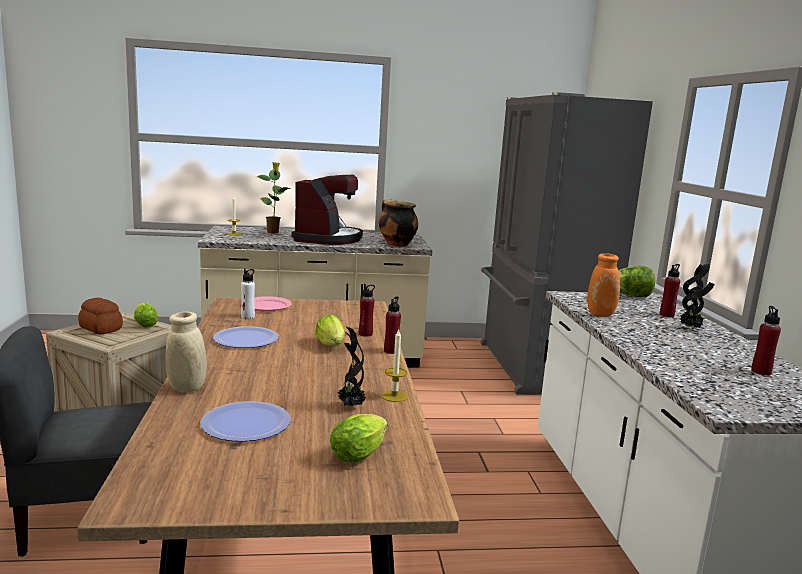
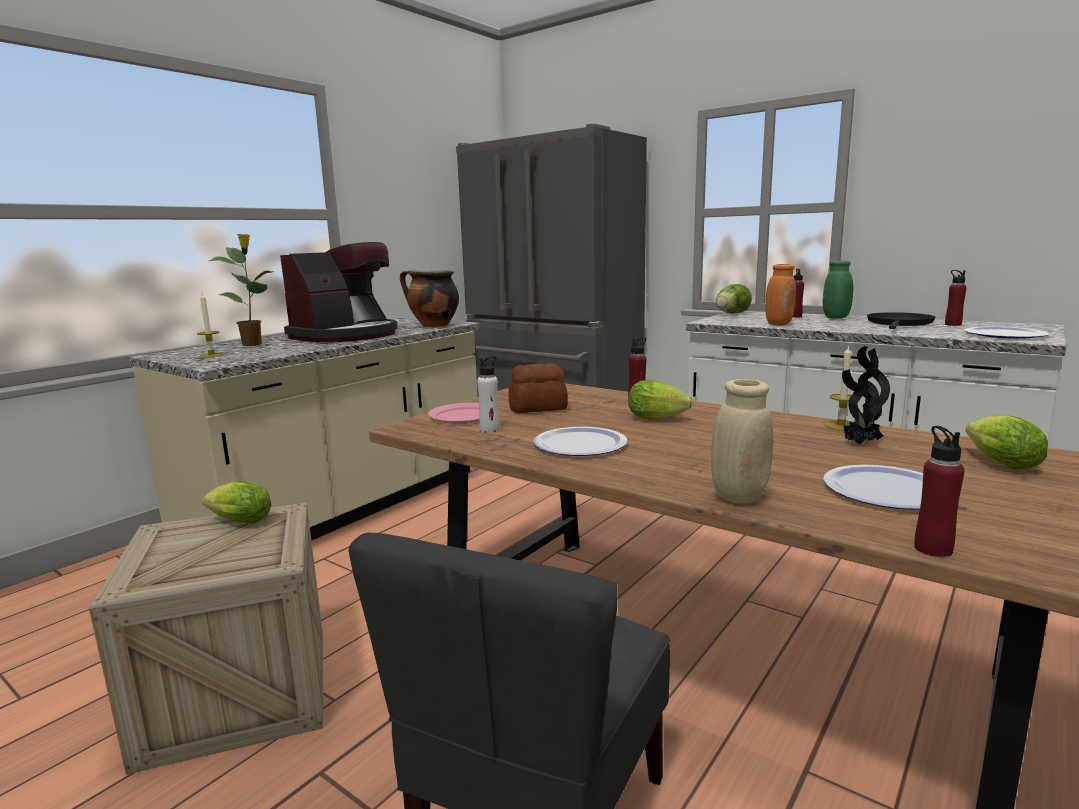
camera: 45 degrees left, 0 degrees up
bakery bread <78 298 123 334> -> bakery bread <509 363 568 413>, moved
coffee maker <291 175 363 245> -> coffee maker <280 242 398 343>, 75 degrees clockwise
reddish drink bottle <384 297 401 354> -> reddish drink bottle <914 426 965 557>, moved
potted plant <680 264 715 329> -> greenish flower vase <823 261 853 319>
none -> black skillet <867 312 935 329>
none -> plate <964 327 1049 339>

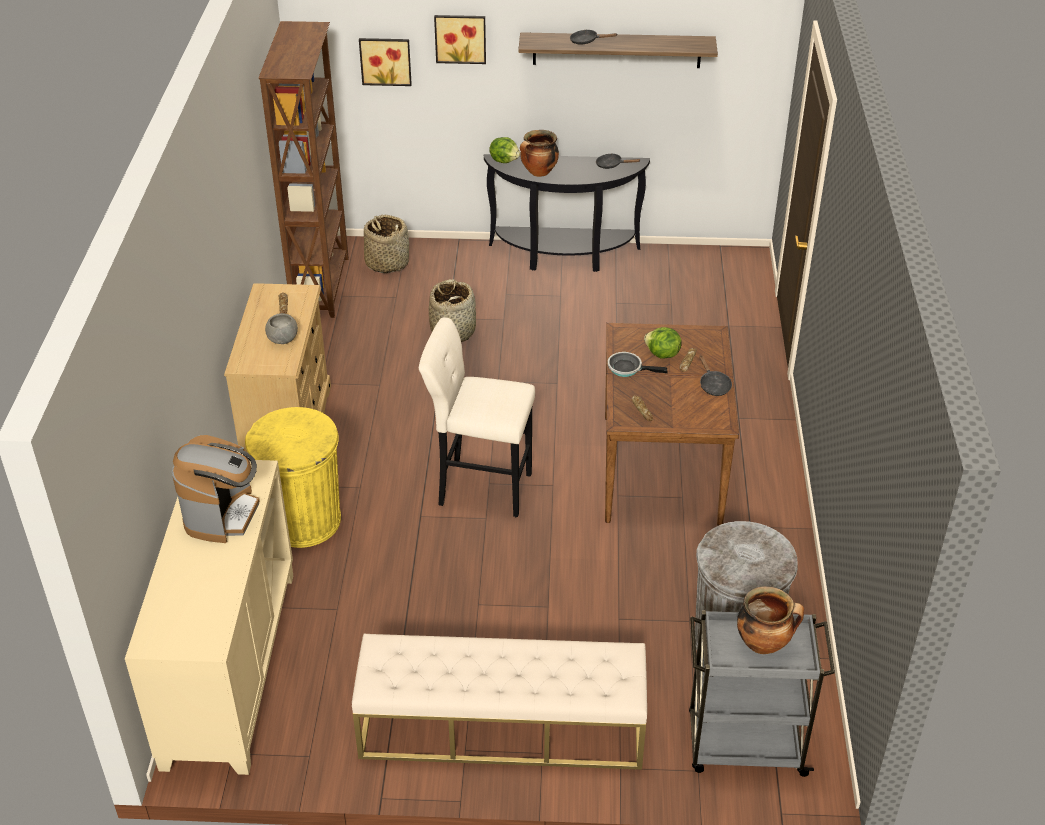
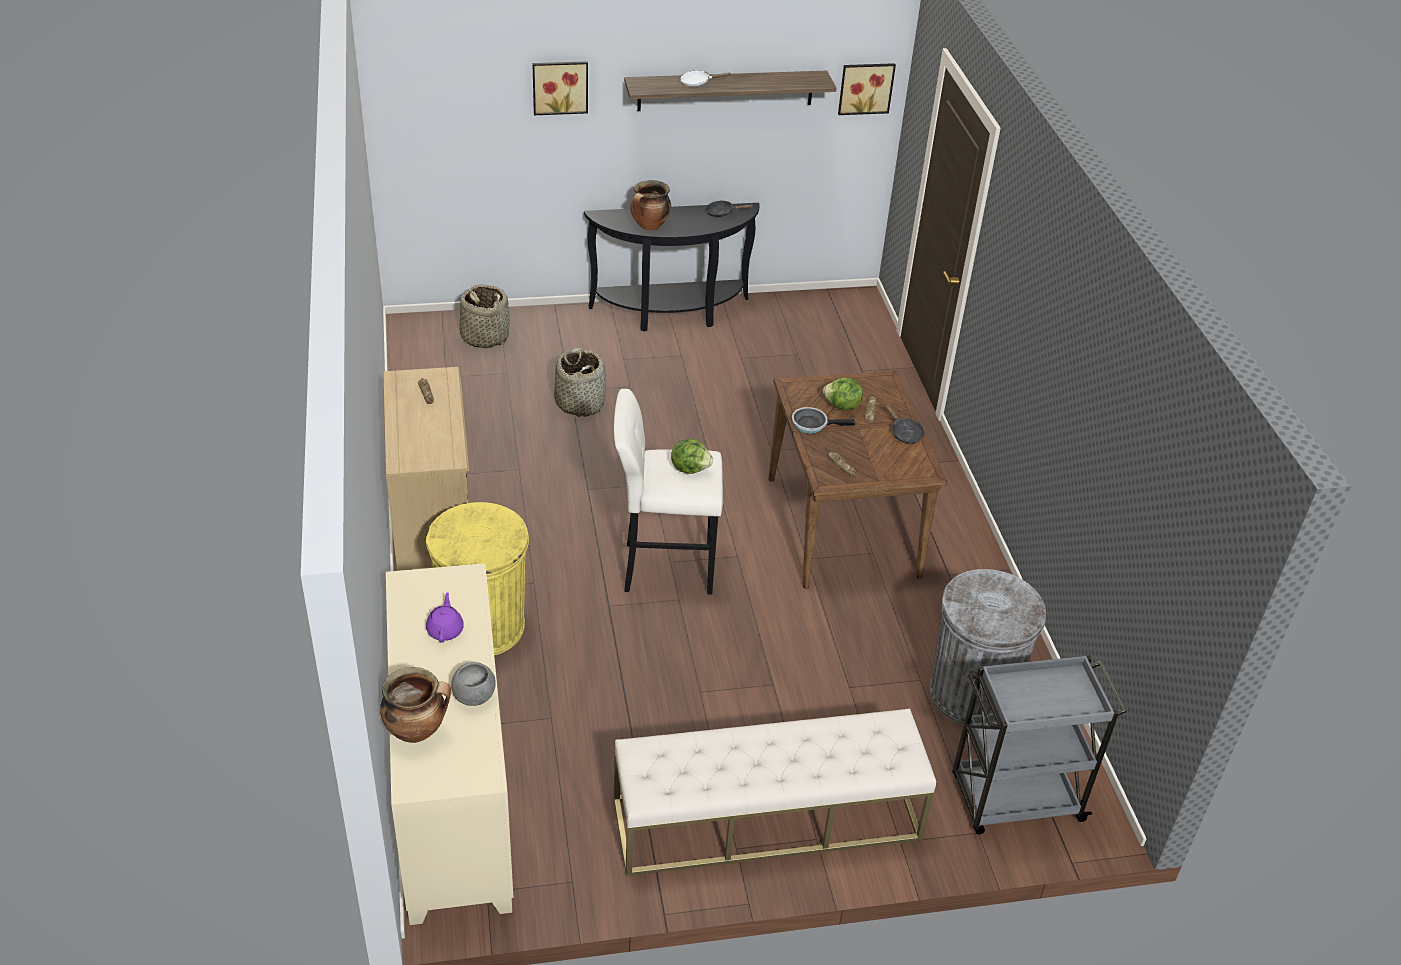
camera: 15 degrees left, 0 degrees up
coffee maker <172 435 260 543> -> purple-coloured teapot <426 592 464 643>
brown-coloured bookcase <259 21 349 318> -> none
grey bowl <265 313 298 344> -> grey bowl <451 662 496 706>, moved
picture <359 38 412 86> -> picture <838 63 896 115>, moved
head of lettuce <489 137 520 163> -> head of lettuce <671 439 713 474>, moved
black skillet <570 30 618 45> -> whitish skillet <680 70 732 87>
cooking pot <737 586 804 654> -> cooking pot <380 667 451 743>, moved

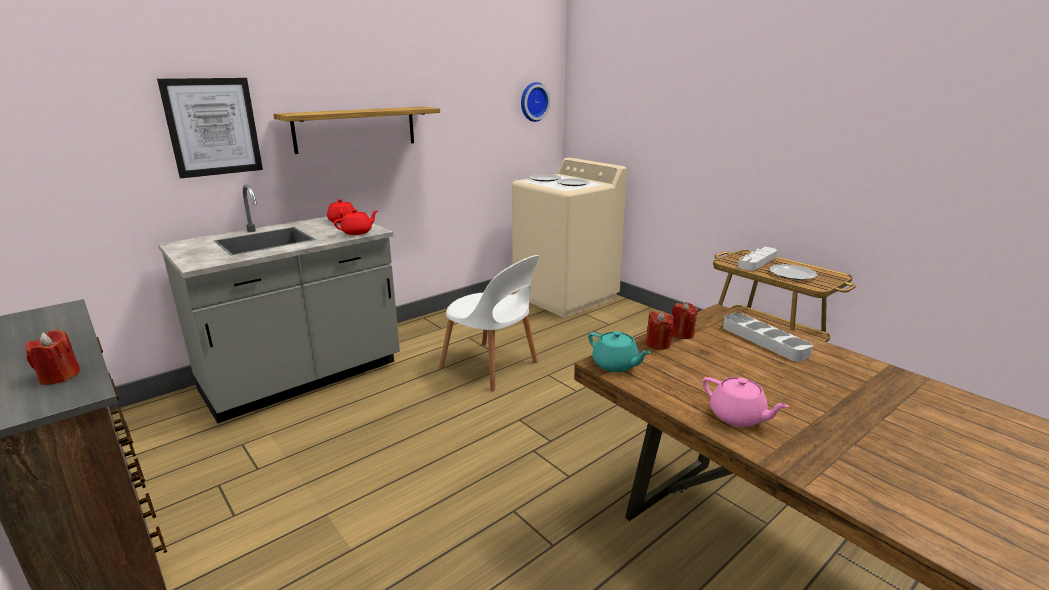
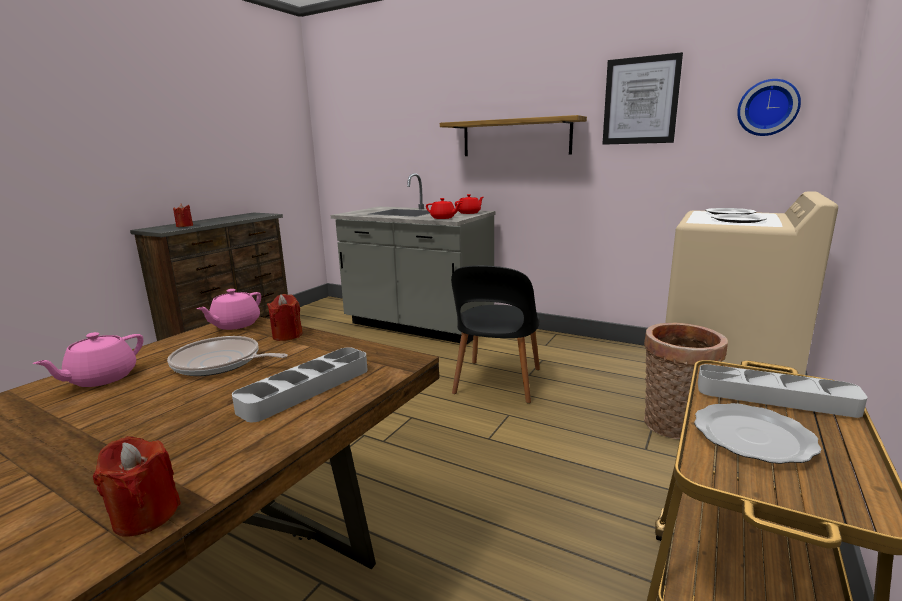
camera: 70 degrees right, 5 degrees down
picture <157 78 263 178> -> picture <603 52 683 145>, moved
whitish upright chair <439 255 540 391> -> black upright chair <451 265 540 403>
blue-green teapot <588 331 651 372> -> pink-coloured teapot <196 289 261 330>
reddish wax candle <672 302 698 339> -> reddish wax candle <93 436 181 537>, moved
none -> skillet <167 336 288 376>
none -> household basket <644 323 728 439>

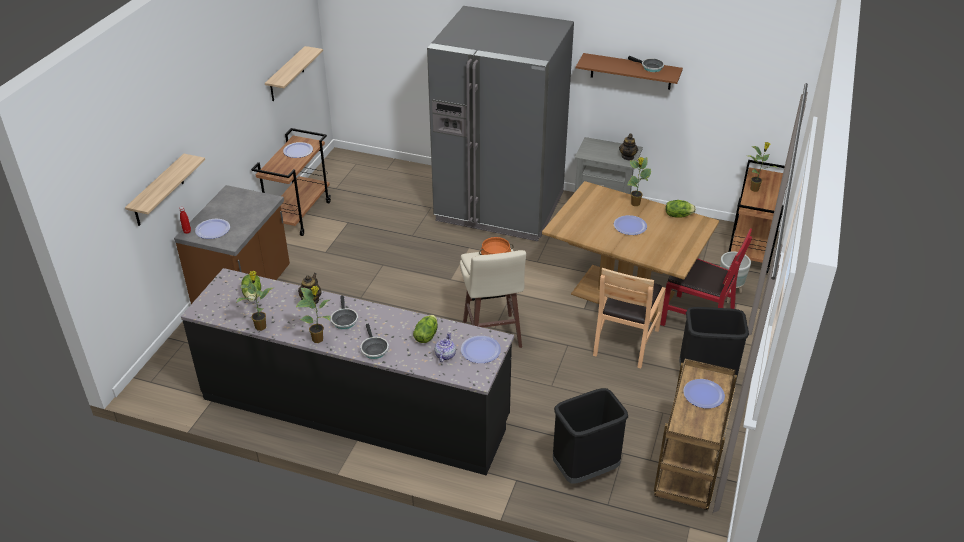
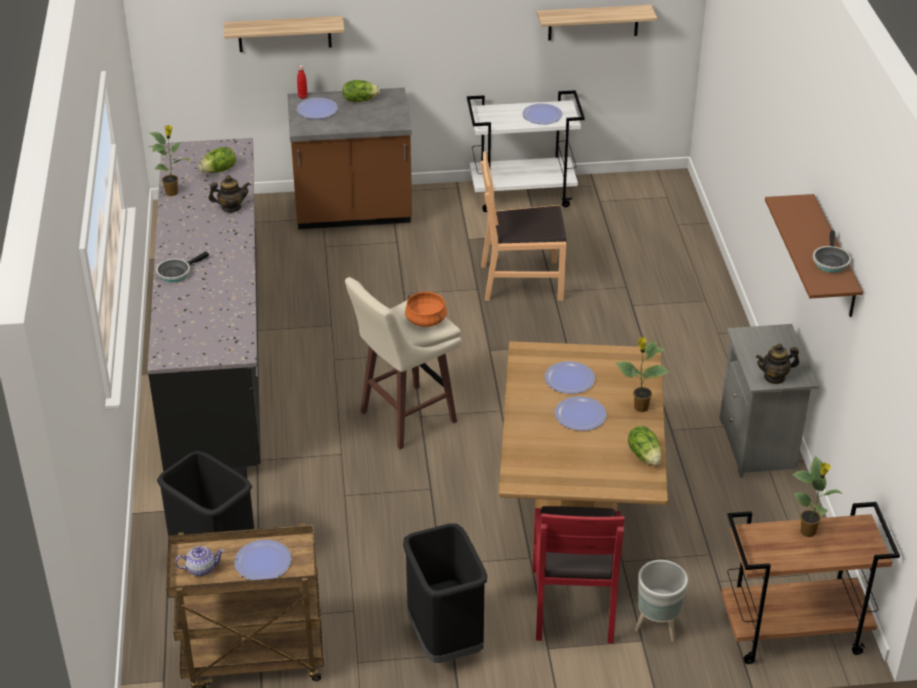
camera: 65 degrees right, 0 degrees up
brown-coloured cart <251 128 331 236> -> whitish cart <467 90 585 212>
potted plant <296 286 331 343> -> none
skillet <330 295 358 329> -> none
head of lettuce <413 315 438 343> -> head of lettuce <342 80 380 102>, moved
grey refrigerator <427 6 574 241> -> none
teapot <434 333 456 362> -> teapot <175 546 225 576>, moved
plate <461 336 501 363> -> plate <545 361 595 394>, moved
brown-coloured upright chair <593 268 666 369> -> brown-coloured upright chair <481 151 566 301>, moved

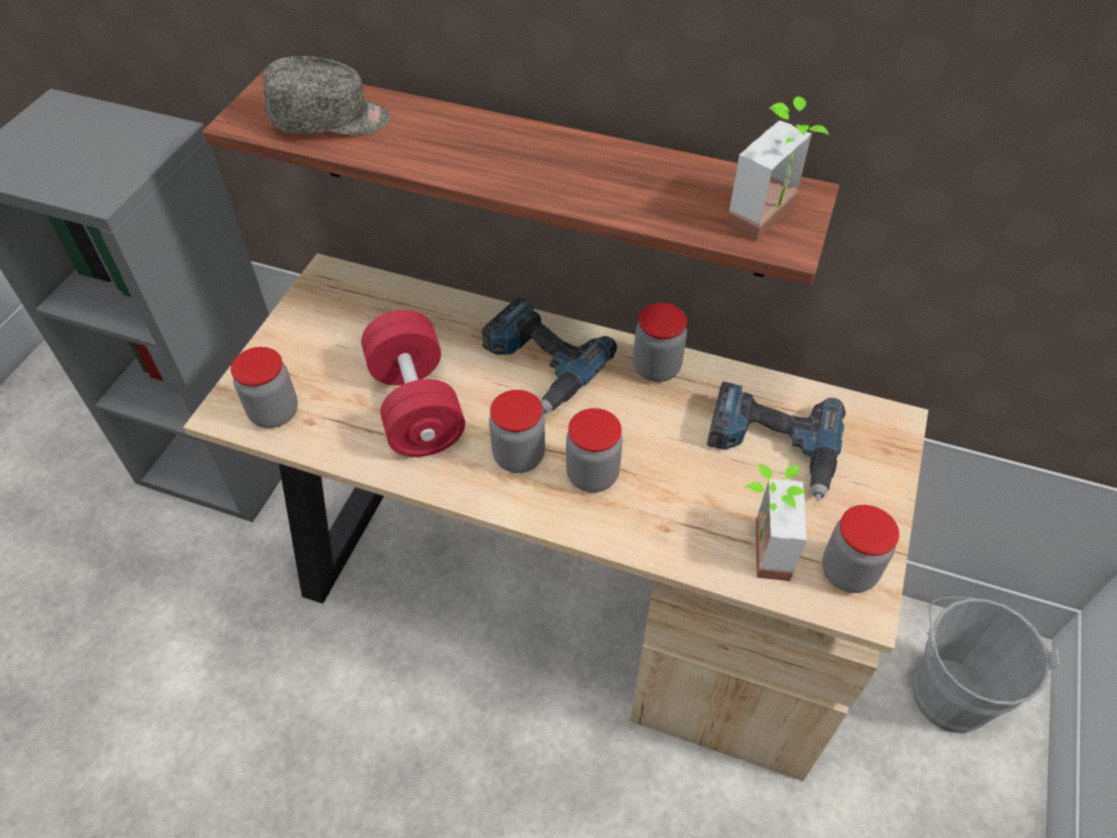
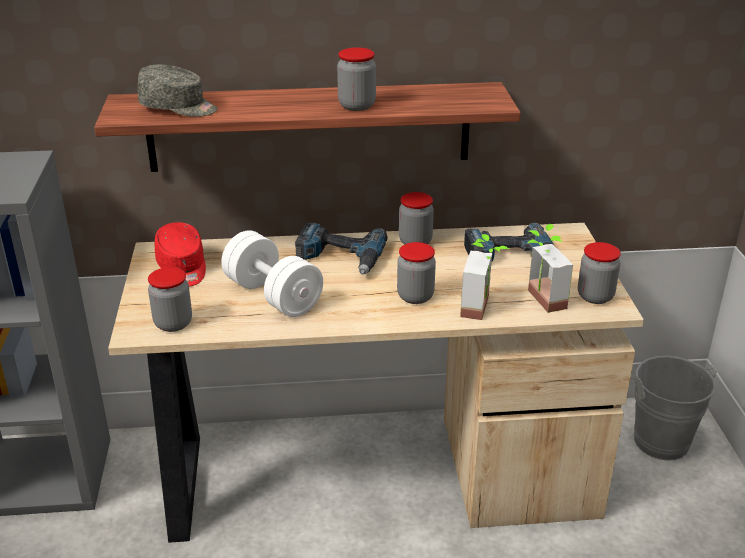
camera: 25 degrees left, 20 degrees down
grey baseball cap <263 56 390 135> -> grey baseball cap <138 64 218 117>, 45 degrees clockwise
reddish free weight <361 310 465 457> -> whitish free weight <221 231 323 317>
storage jar <489 390 545 473> -> storage jar <337 47 376 111>, moved
potted plant <726 96 829 241> -> potted plant <460 234 509 320>, moved
none -> reddish baseball cap <155 222 206 287>

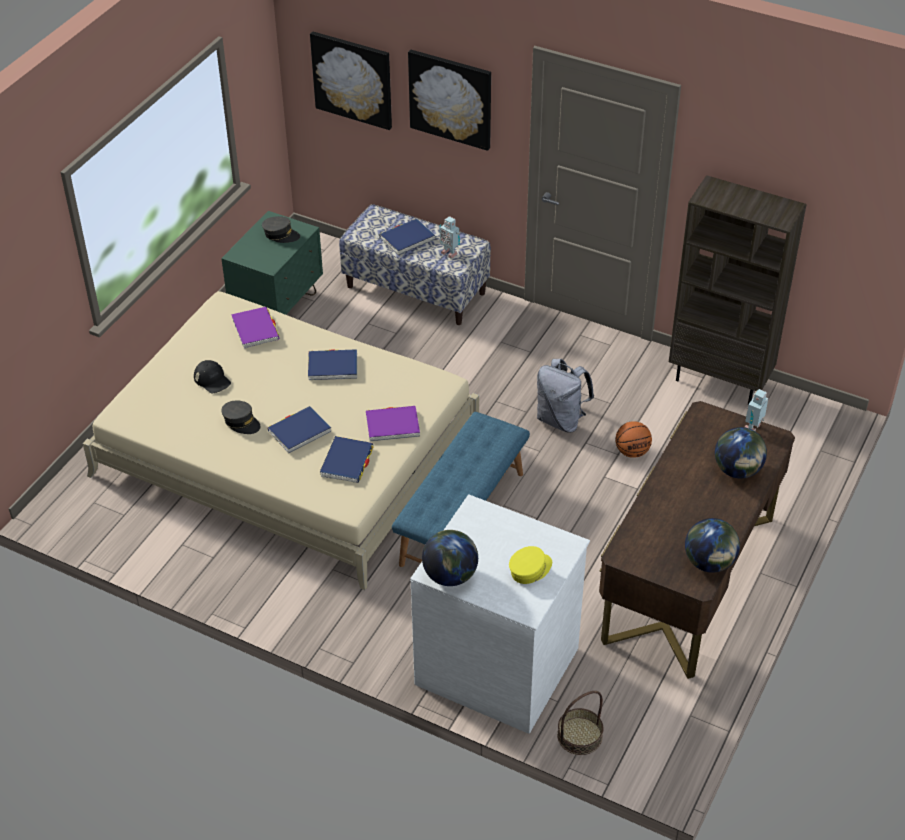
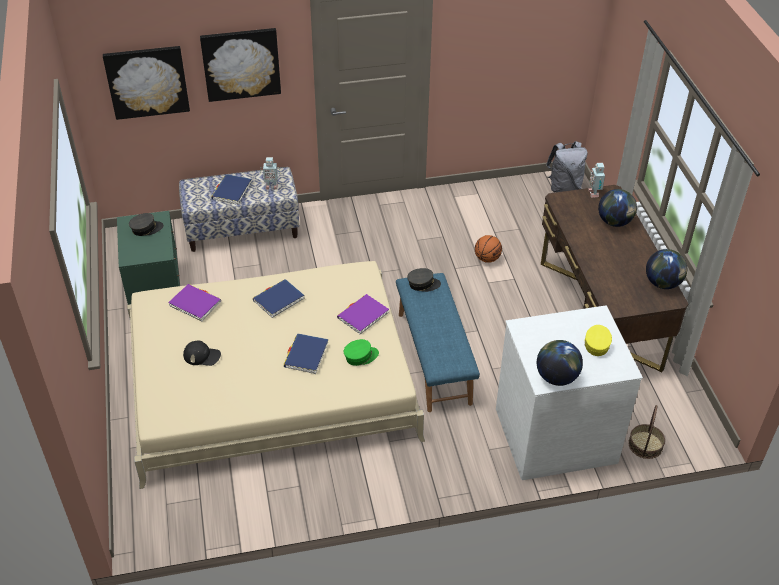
camera: 40 degrees left, 0 degrees up
grey baseball cap <221 401 261 434> -> grey baseball cap <407 268 441 292>, moved
bluish book <320 436 374 483> -> greenish baseball cap <344 339 379 366>
grey rucksack <537 359 594 433> -> grey rucksack <546 141 588 192>, moved
brown-coloured bookcase <669 175 807 404> -> none

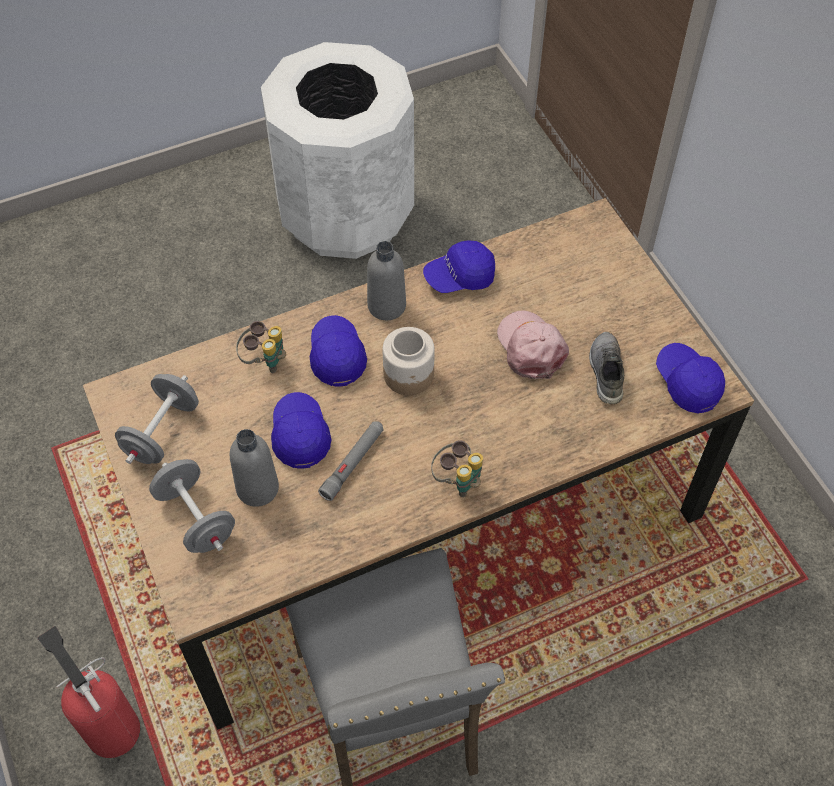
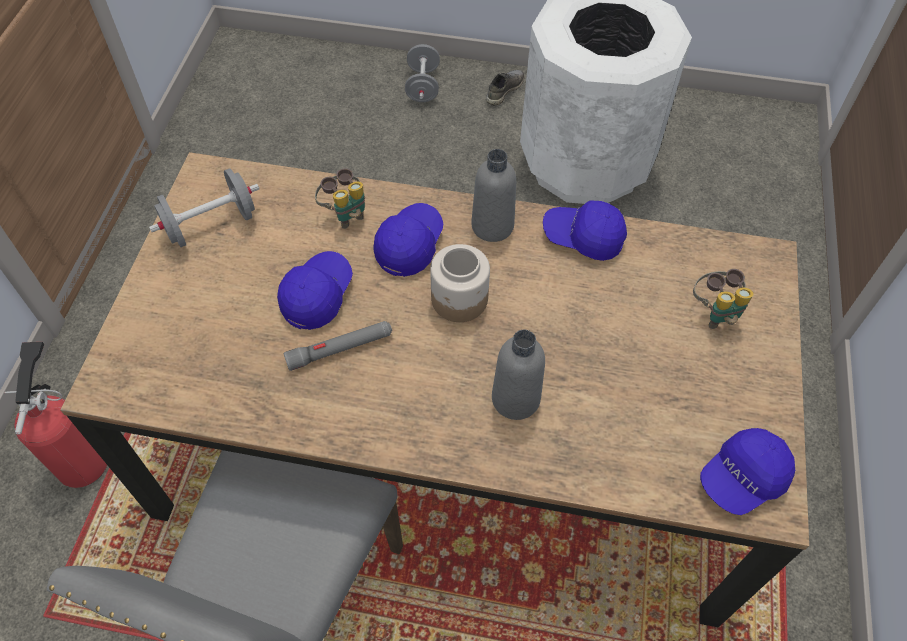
camera: 35 degrees right, 0 degrees up
grey free weight <149 459 235 553> -> grey free weight <405 44 440 102>, moved
grey drink bottle <230 429 279 507> -> grey drink bottle <492 330 545 420>, moved
field glasses <431 440 483 497> -> field glasses <693 269 754 329>, moved
pink-coloured baseball cap <497 310 569 379> -> none
grey low shoe <589 332 624 404> -> grey low shoe <486 70 525 105>, moved
bluish baseball cap <656 343 725 414> -> bluish baseball cap <700 428 795 515>, 135 degrees counterclockwise

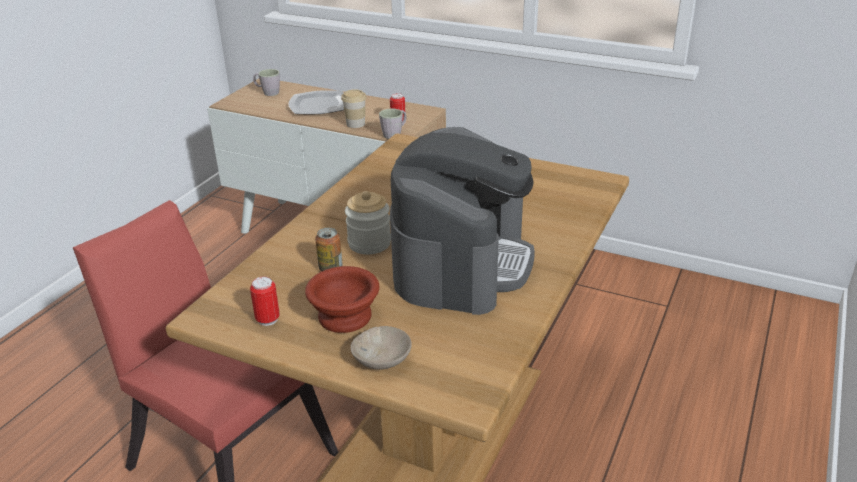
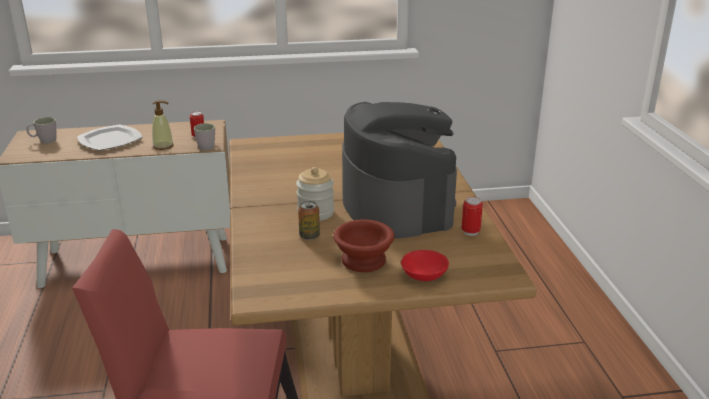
camera: 35 degrees left, 5 degrees down
can <250 277 280 326> -> can <462 197 483 236>, moved
small cup <341 89 366 128> -> liquid soap bottle <152 100 174 150>
beige-coloured bowl <351 326 412 370> -> reddish bowl <401 250 449 281>

